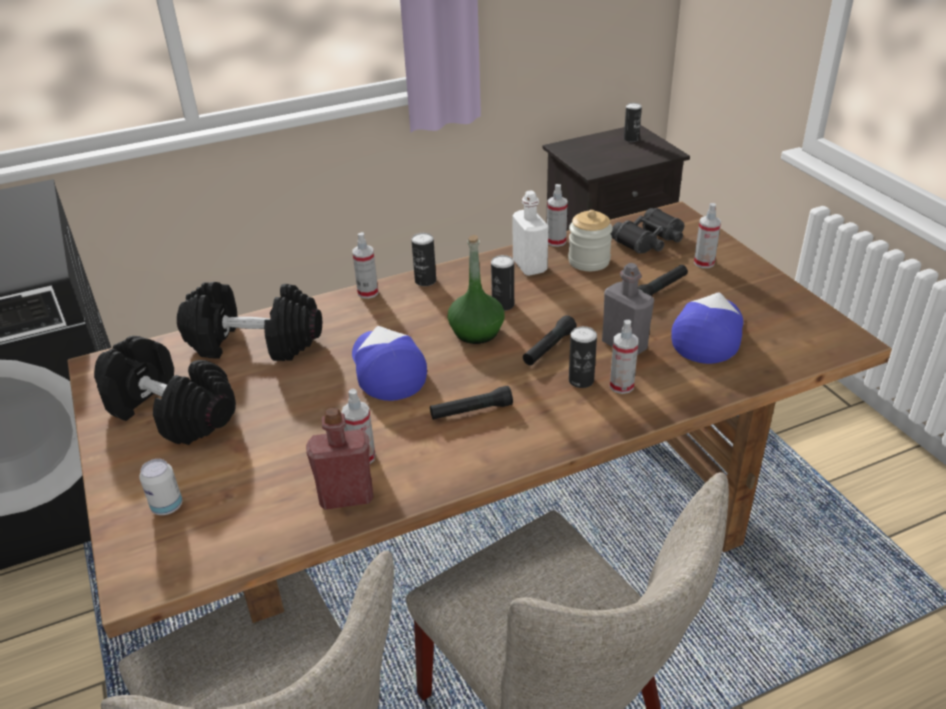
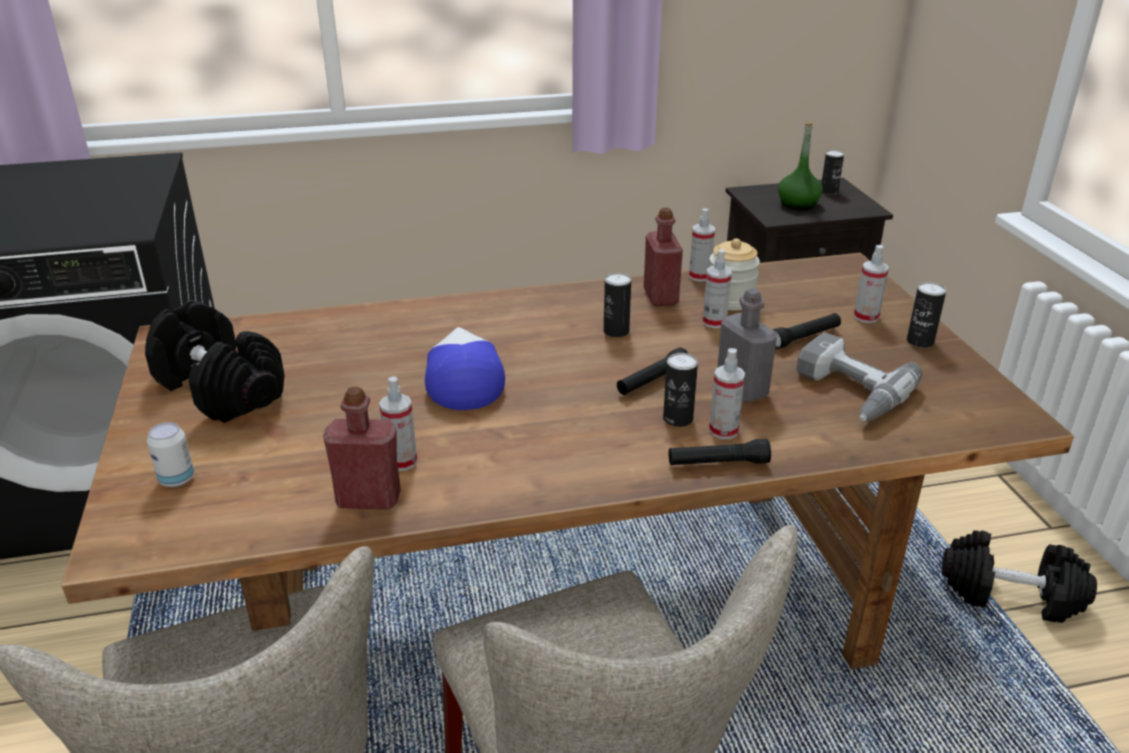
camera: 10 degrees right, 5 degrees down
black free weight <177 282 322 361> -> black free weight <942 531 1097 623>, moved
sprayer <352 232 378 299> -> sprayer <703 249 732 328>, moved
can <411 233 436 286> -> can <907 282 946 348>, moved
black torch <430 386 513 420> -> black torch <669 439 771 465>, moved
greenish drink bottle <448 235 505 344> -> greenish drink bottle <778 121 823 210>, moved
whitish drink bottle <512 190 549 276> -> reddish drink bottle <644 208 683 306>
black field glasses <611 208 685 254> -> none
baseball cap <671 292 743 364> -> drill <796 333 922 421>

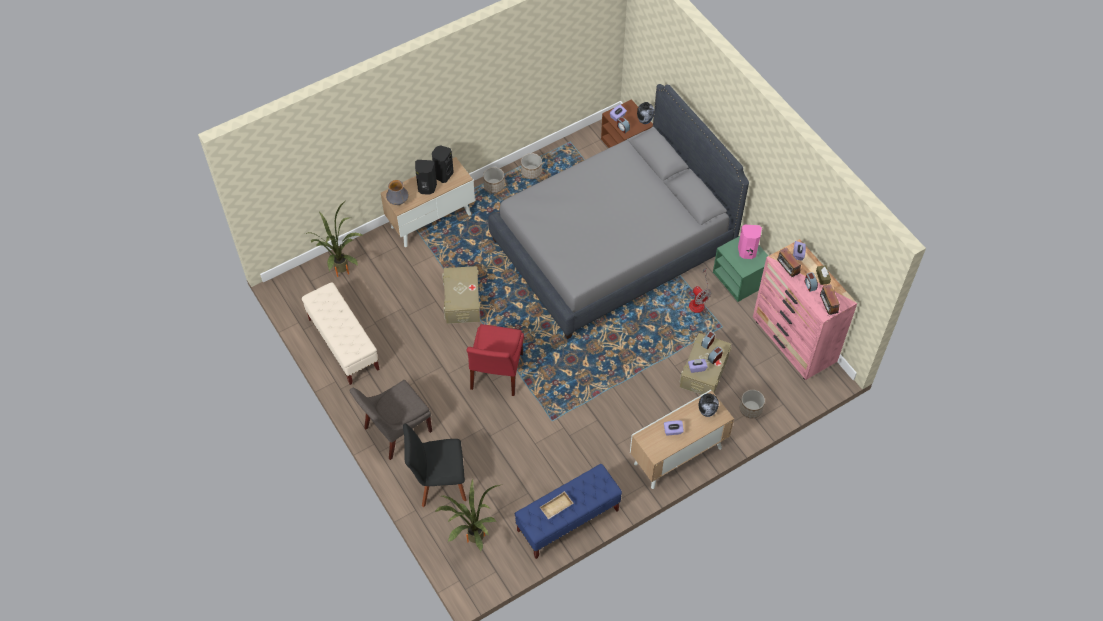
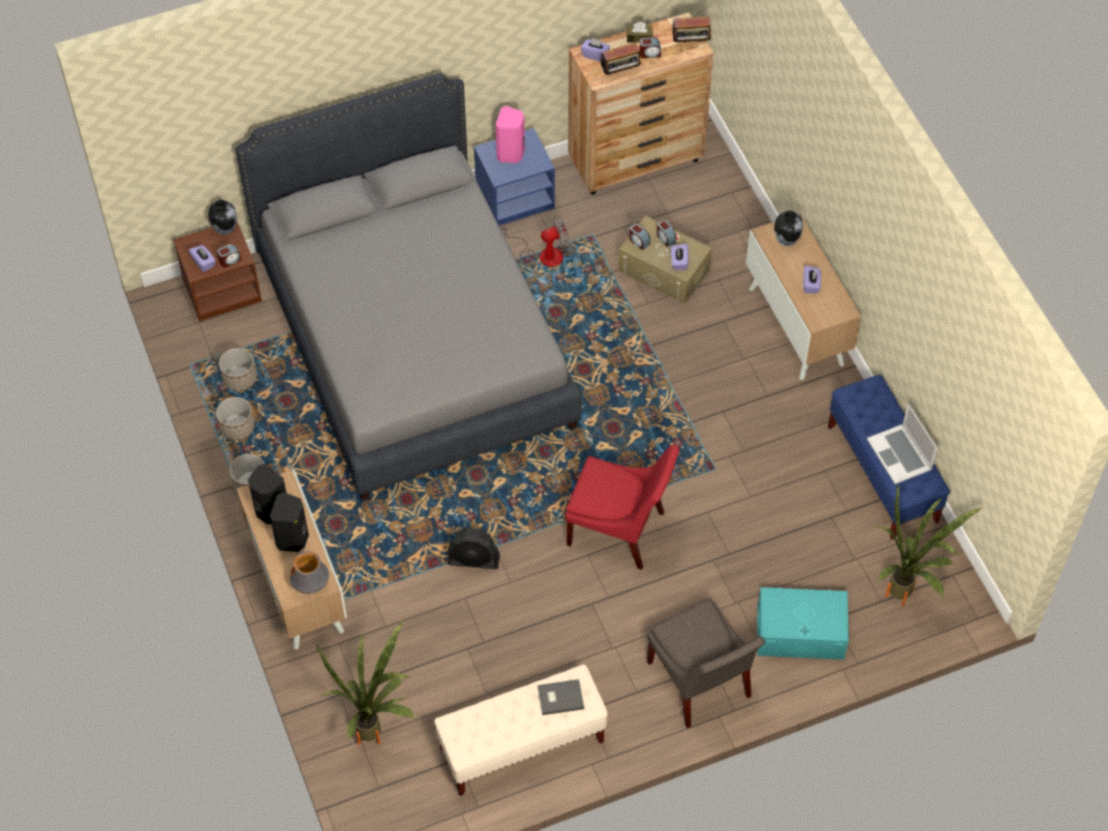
camera: 80 degrees left, 0 degrees up
black upright chair <403 423 467 507> -> blue-green storage box <757 587 849 660>
beige-coloured storage box <442 266 480 324> -> black cooling fan <447 528 500 569>
beige-coloured carrying tray <540 491 573 519> -> notebook computer <867 403 938 484>
greenish bedside table <713 236 768 302> -> bluish bedside table <474 128 555 226>
planter <740 390 765 418> -> planter <219 348 257 391>, moved
pink-coloured dresser <753 239 857 380> -> brown-coloured dresser <568 12 714 195>
none -> grey book <537 679 584 715>

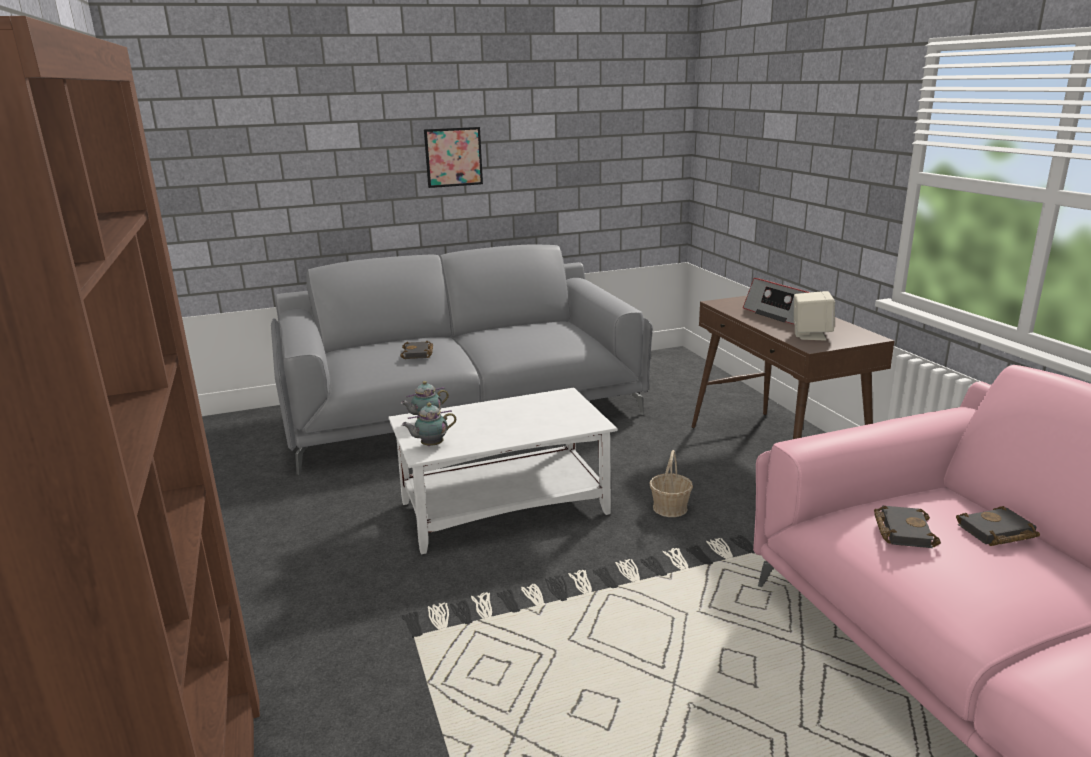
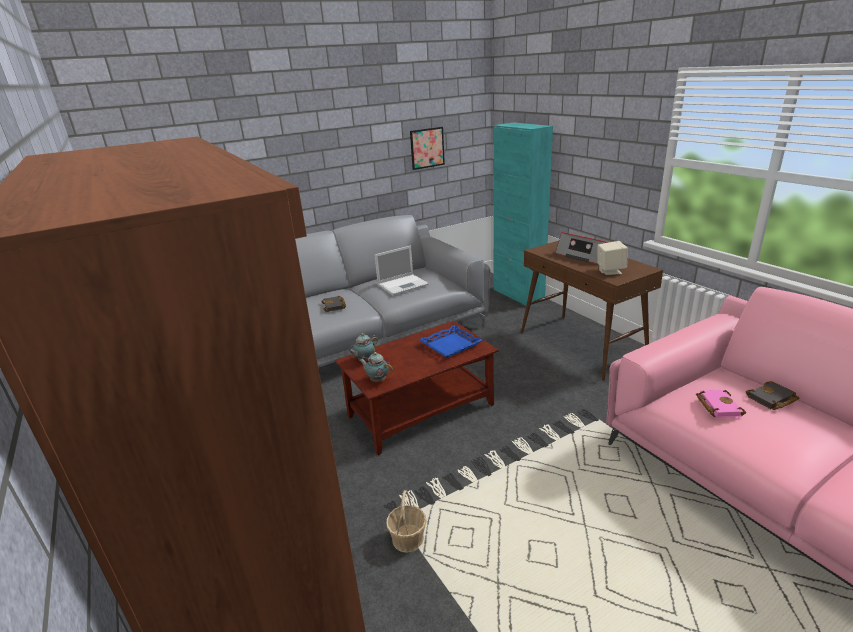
camera: 10 degrees left, 5 degrees up
whitish low table <388 388 617 554> -> brown-coloured low table <335 321 499 455>
teapot <402 403 456 446> -> teapot <359 352 393 382>, 60 degrees clockwise
picture <424 127 483 188> -> picture <410 127 445 170>, moved
household basket <650 450 693 517> -> household basket <386 490 427 553>, moved
black book <874 506 941 548> -> pink-coloured book <696 390 746 418>
none -> notebook computer <374 246 429 295>
none -> bluish carrying tray <419 325 483 358>
none -> blue-green cupboard <493 122 553 306>

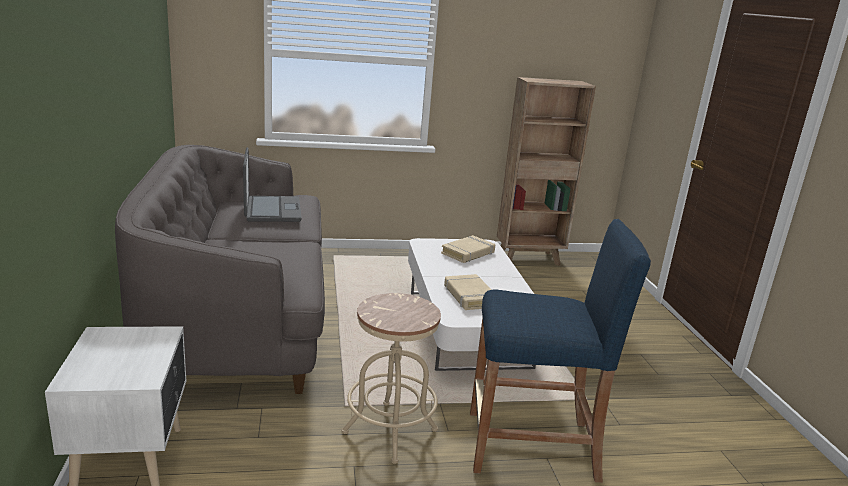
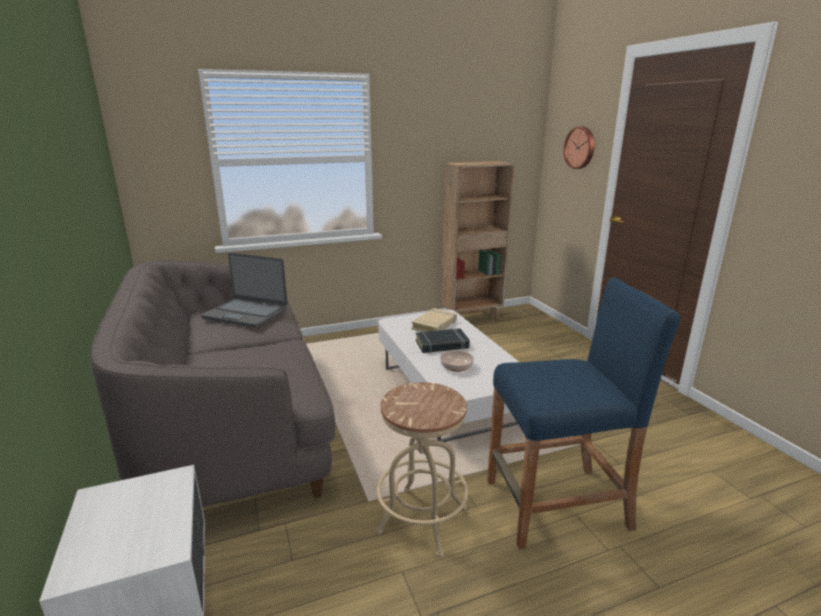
camera: 10 degrees left, 0 degrees up
notebook computer <243 147 302 222> -> notebook computer <201 253 288 328>, 135 degrees clockwise
beige-coloured book <444 274 491 310> -> bowl <440 350 474 372>
none -> black book <416 328 470 353>
none -> wall clock <564 126 594 169>

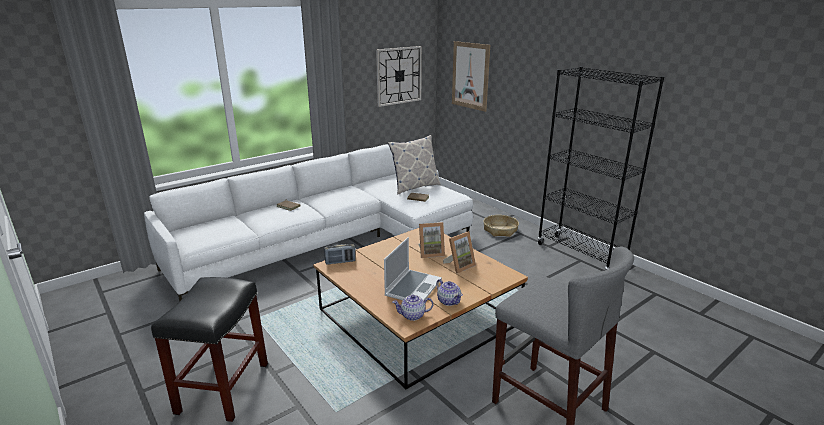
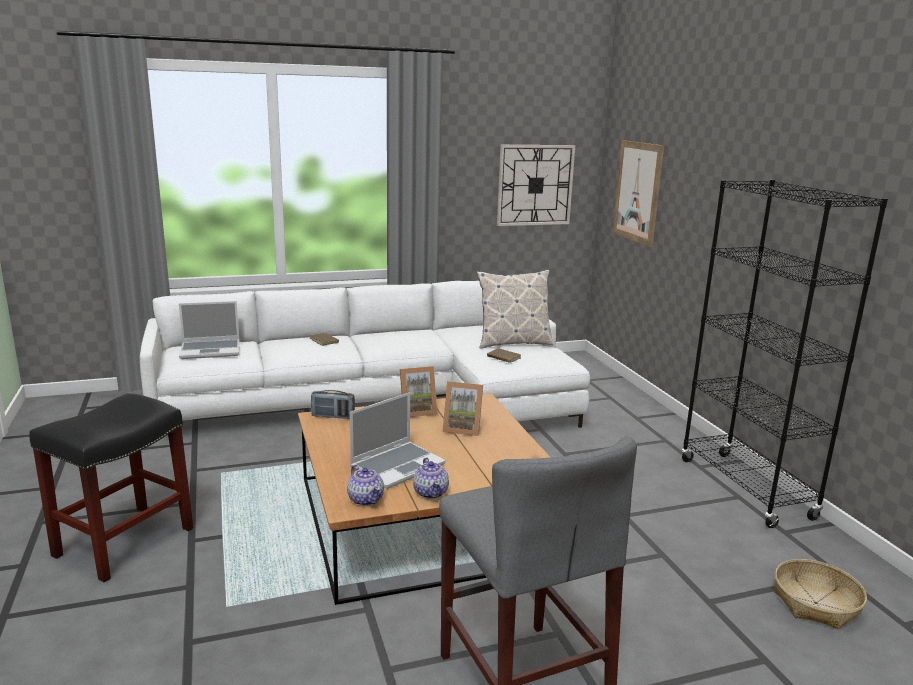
camera: 20 degrees right, 5 degrees down
teapot <392 295 433 321> -> teapot <347 465 384 506>, 135 degrees counterclockwise
photo frame <443 231 476 273> -> photo frame <400 366 437 417>, moved
household basket <483 215 519 237> -> household basket <774 559 867 629>, moved
none -> notebook computer <179 301 240 359>

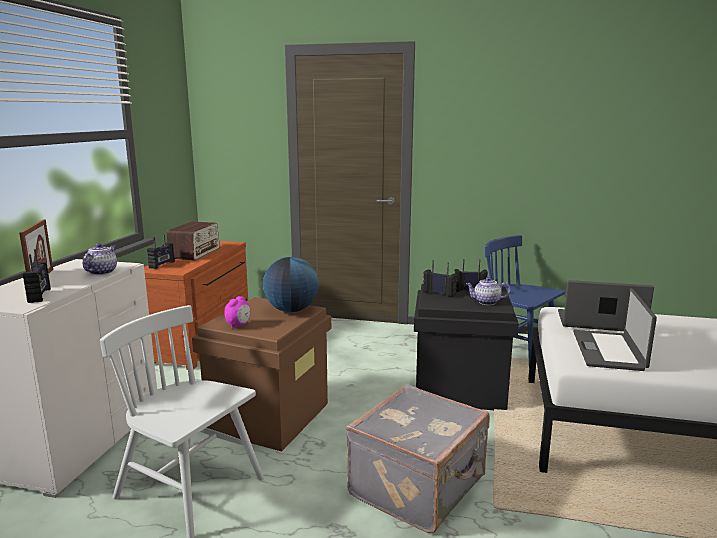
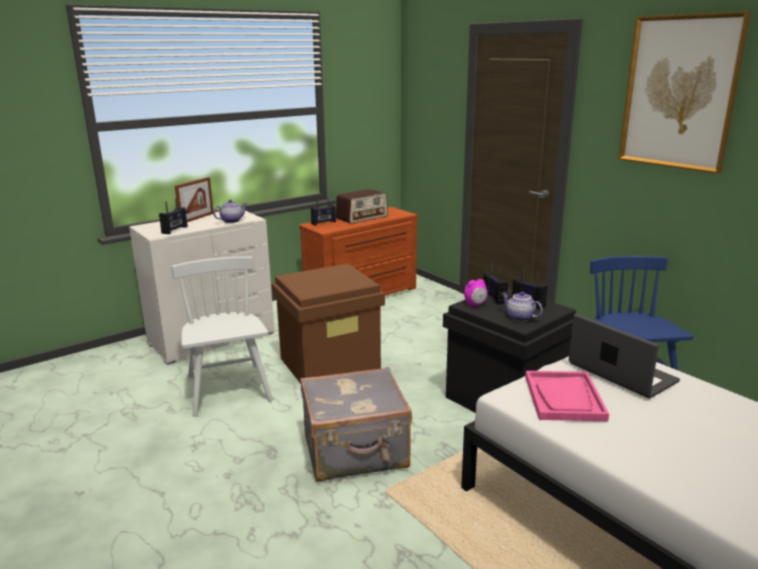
camera: 40 degrees right, 5 degrees up
bedside clock <224 296 251 328> -> bedside clock <464 279 488 306>, moved
globe <263 257 319 312> -> none
notebook computer <573 288 657 371> -> pink-coloured carrying tray <525 371 609 421>
none -> picture <618 11 751 174>

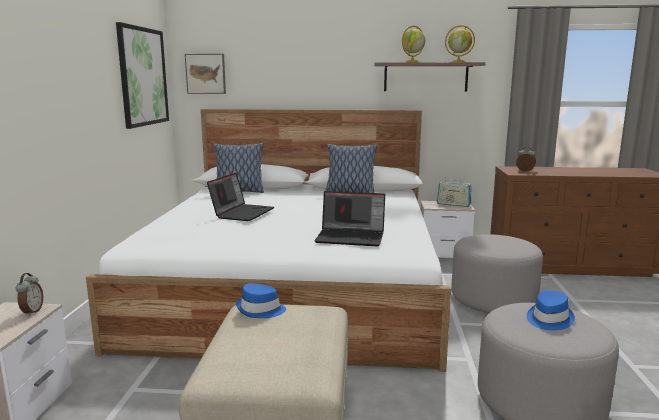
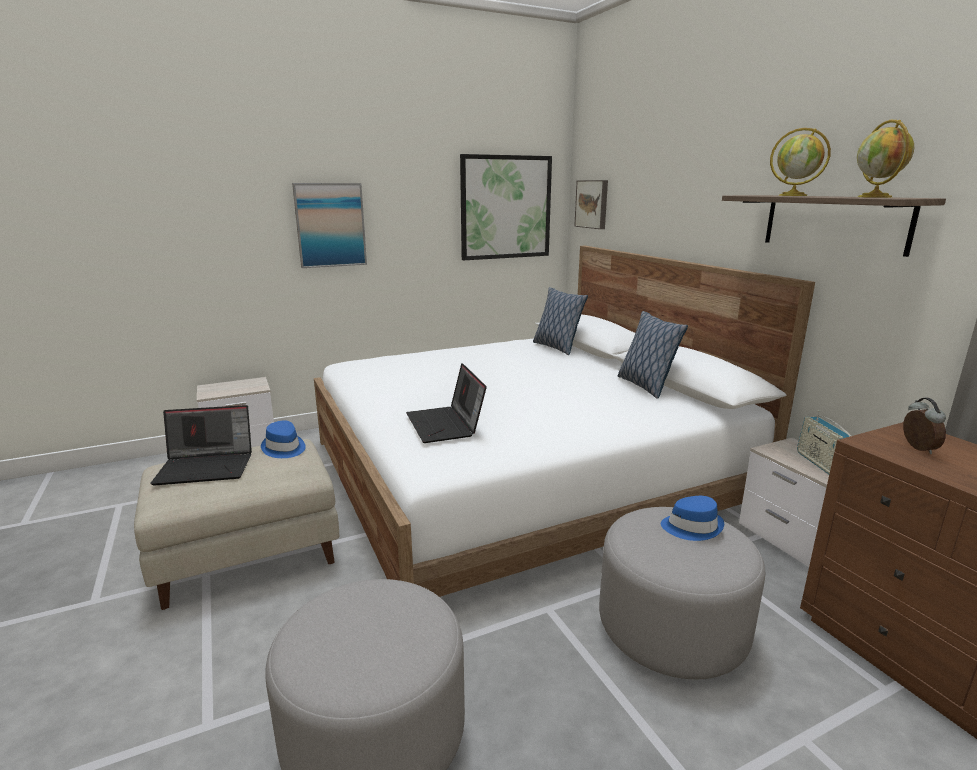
camera: 60 degrees right, 5 degrees up
bedside clock <16 273 43 316> -> none
notebook computer <207 173 274 221> -> notebook computer <150 405 252 486>, moved
bluish wearable hat <527 290 575 330> -> bluish wearable hat <661 496 724 541>, moved
none -> picture <292 183 367 268>

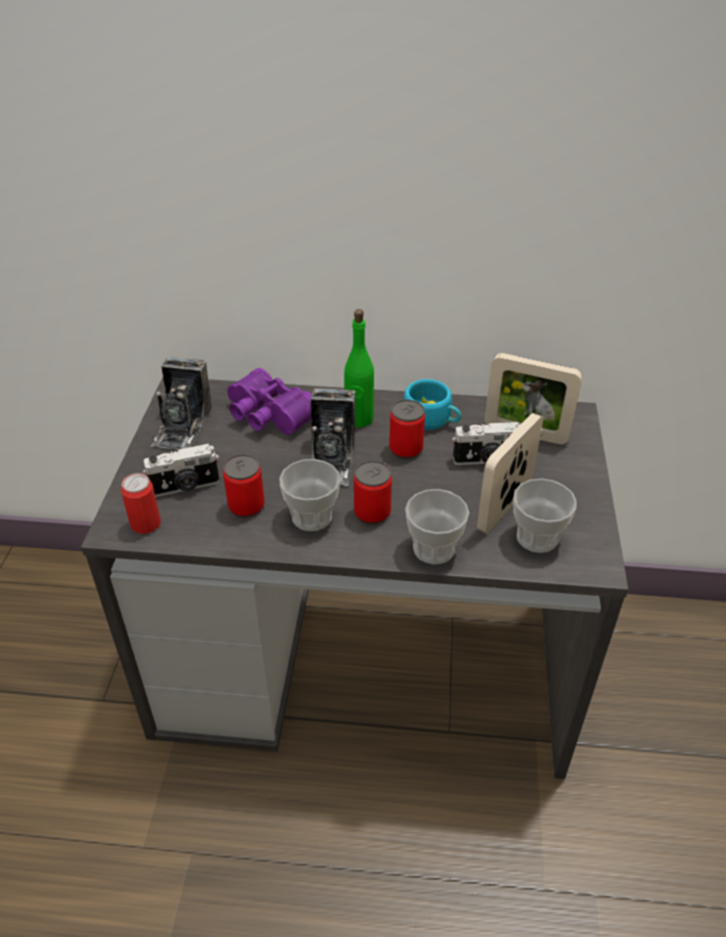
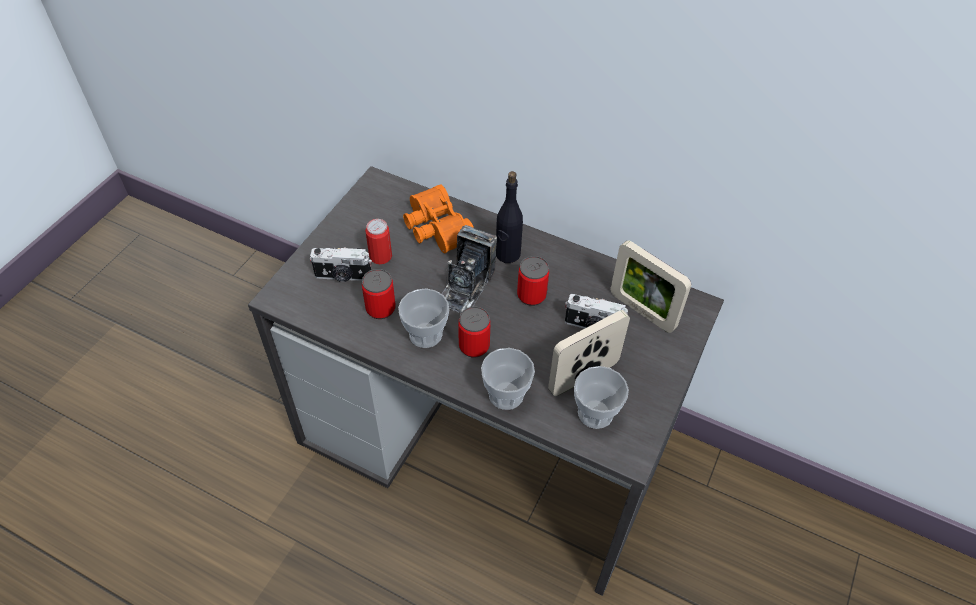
camera: 20 degrees right, 10 degrees up
can <121 473 161 534> -> can <365 219 392 264>, moved
photo camera <151 357 212 450> -> none
purple-coloured field glasses <227 368 311 435> -> orangey field glasses <403 184 474 253>
greenish drink bottle <344 309 374 428> -> black drink bottle <496 171 523 263>
blue-green small cup <403 379 461 430> -> none

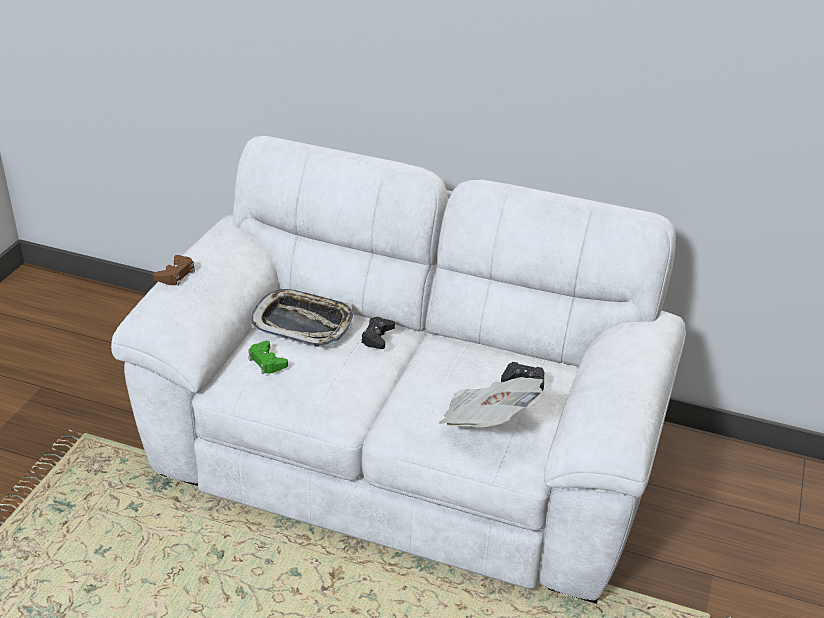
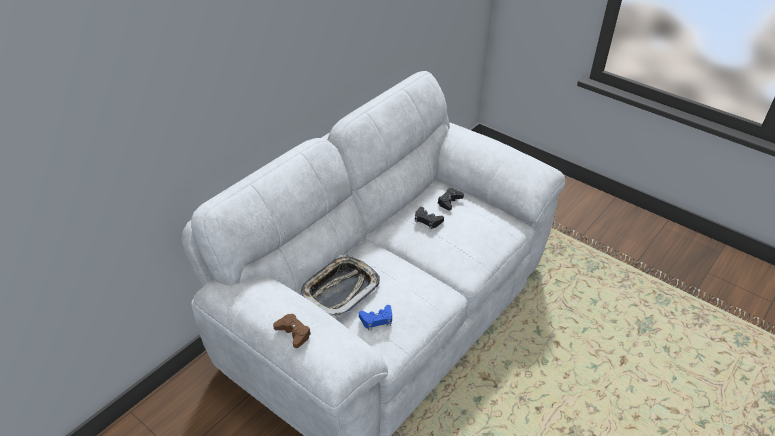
camera: 70 degrees left, 5 degrees up
greenish joypad <248 341 288 374> -> bluish joypad <359 305 392 330>
black joypad <361 317 395 349> -> black joypad <415 207 444 229>, moved
printed paper <439 377 543 428> -> none

